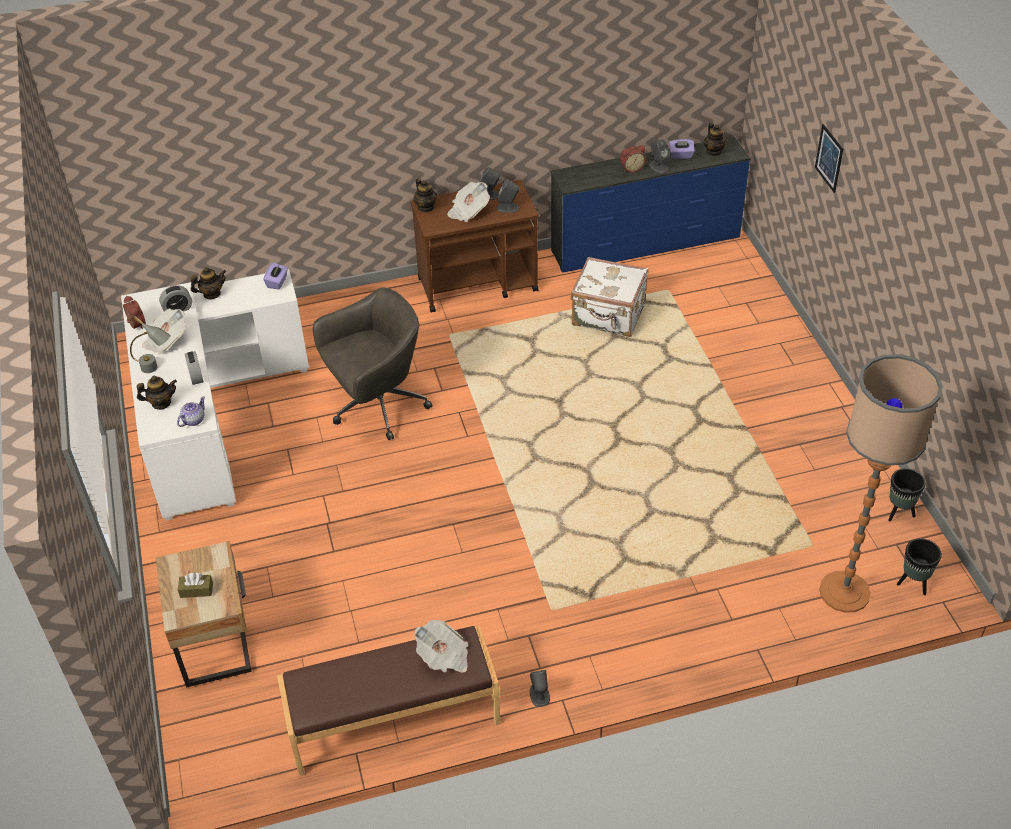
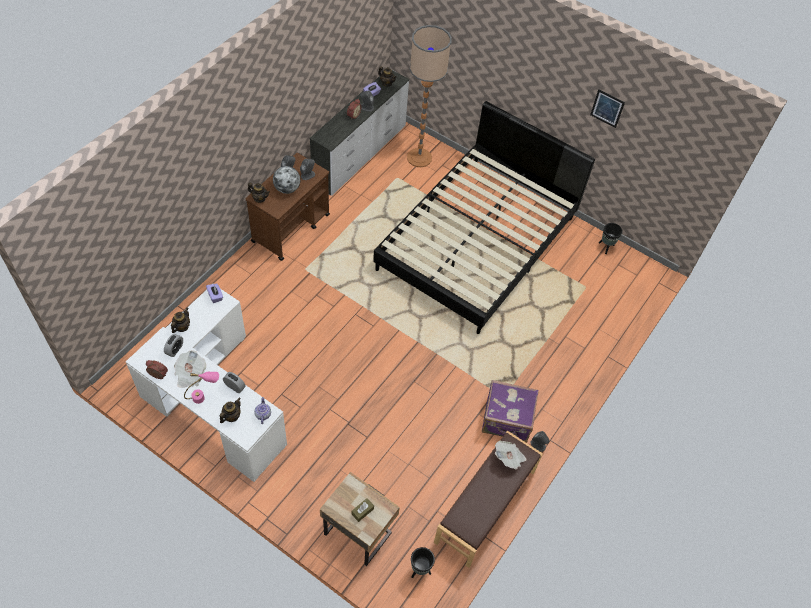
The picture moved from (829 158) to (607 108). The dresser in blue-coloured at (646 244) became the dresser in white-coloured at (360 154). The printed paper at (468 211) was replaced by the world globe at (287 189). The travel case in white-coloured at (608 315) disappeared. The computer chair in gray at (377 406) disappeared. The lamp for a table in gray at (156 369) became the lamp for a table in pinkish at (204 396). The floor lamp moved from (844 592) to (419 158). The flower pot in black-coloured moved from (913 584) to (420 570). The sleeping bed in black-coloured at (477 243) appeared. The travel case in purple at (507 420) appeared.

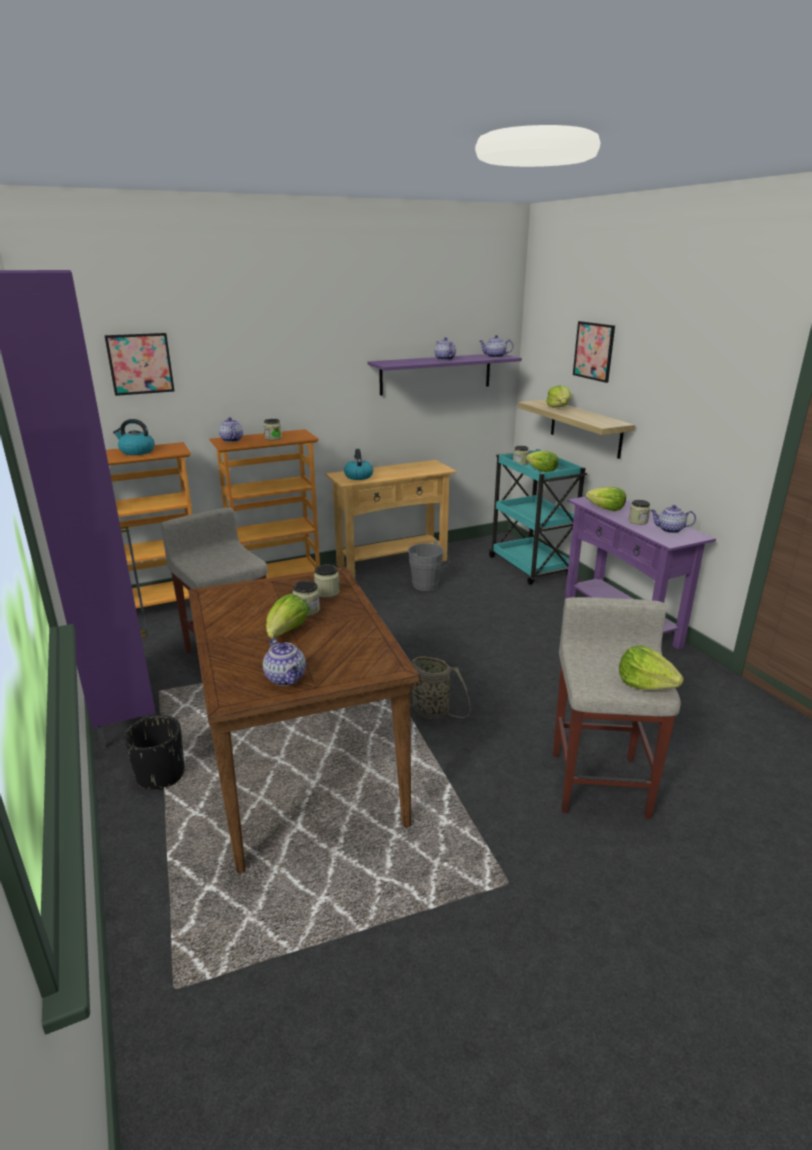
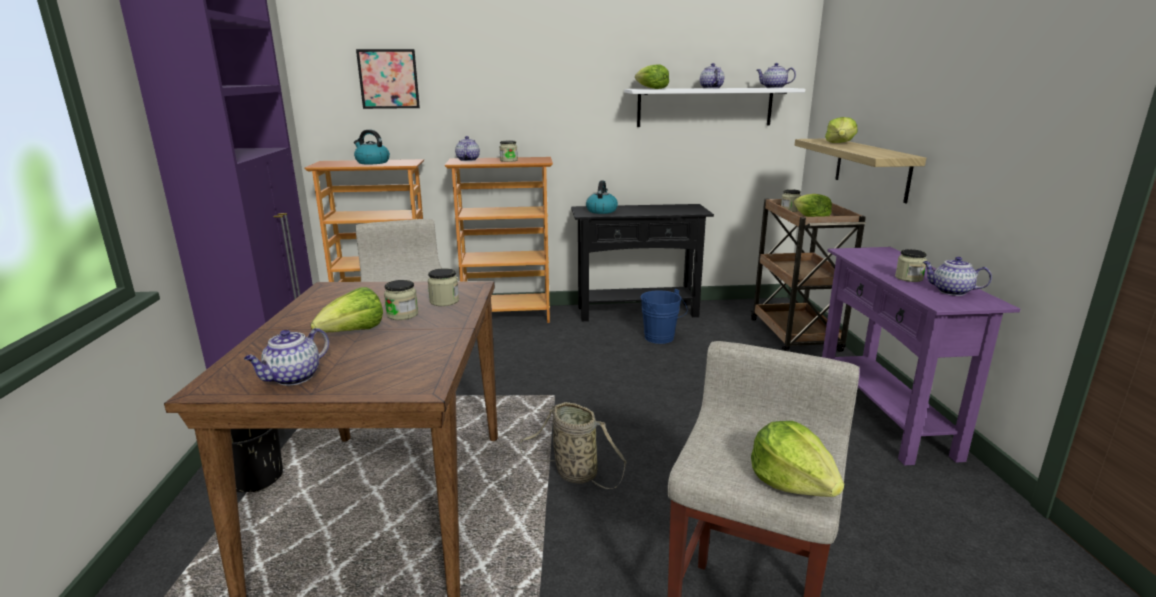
The picture at (593 351) disappeared. The bracket shelf in purple at (436 374) became the bracket shelf in white-coloured at (704 107). The wheeled cart in blue-green at (531 567) became the wheeled cart in brownish at (795 336). The console table in beige-coloured at (392 562) became the console table in black-coloured at (637 311). The head of lettuce moved from (606 509) to (651 89). The pail in gray at (428 586) became the pail in blue-coloured at (661 339). The pot for tea at (286 678) turned 45 degrees clockwise.

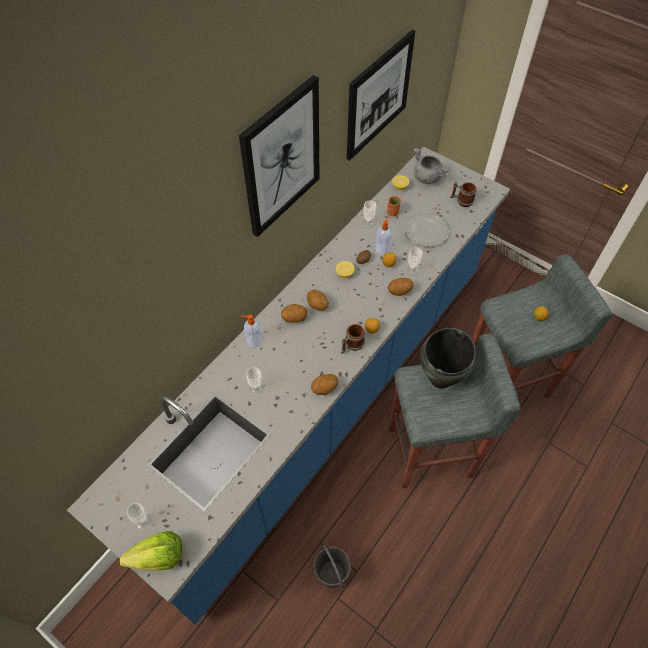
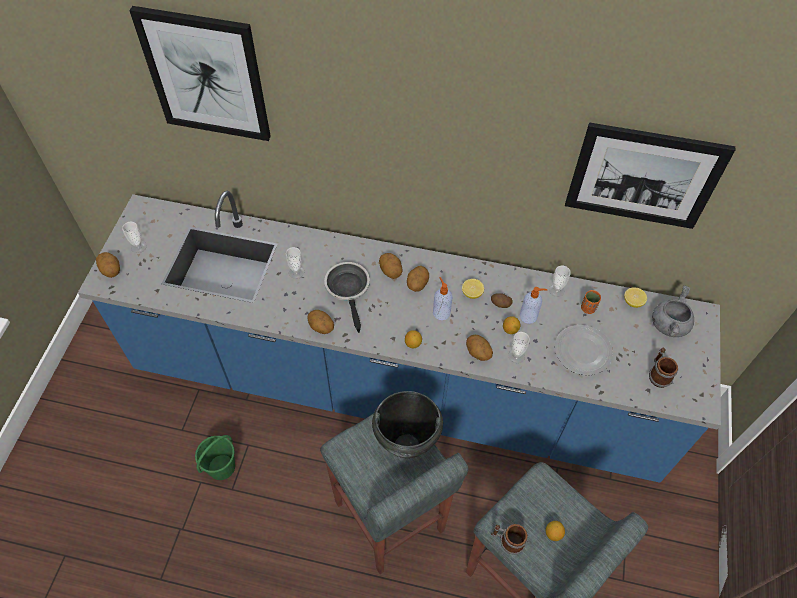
The picture moved from (281 158) to (206 75). The liquid soap bottle moved from (253 340) to (441 312). The coffee mug moved from (351 345) to (507 541). The head of lettuce at (158 557) was replaced by the whole potato at (111 270). The pail in gray at (331 573) became the pail in greenish at (222 467). The skillet at (349 289) appeared.

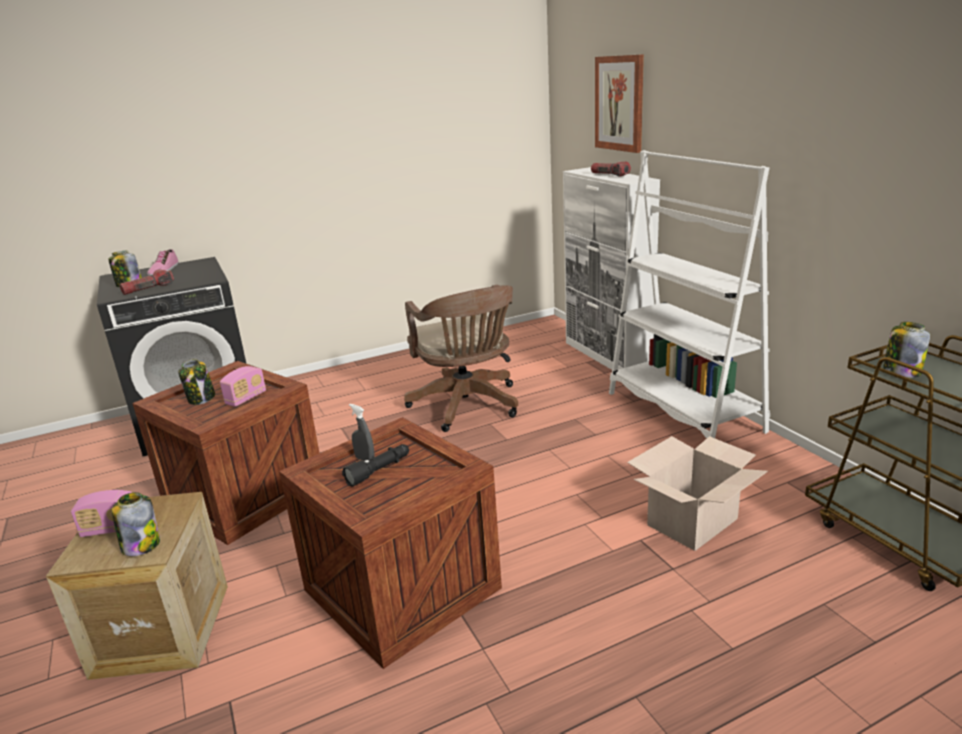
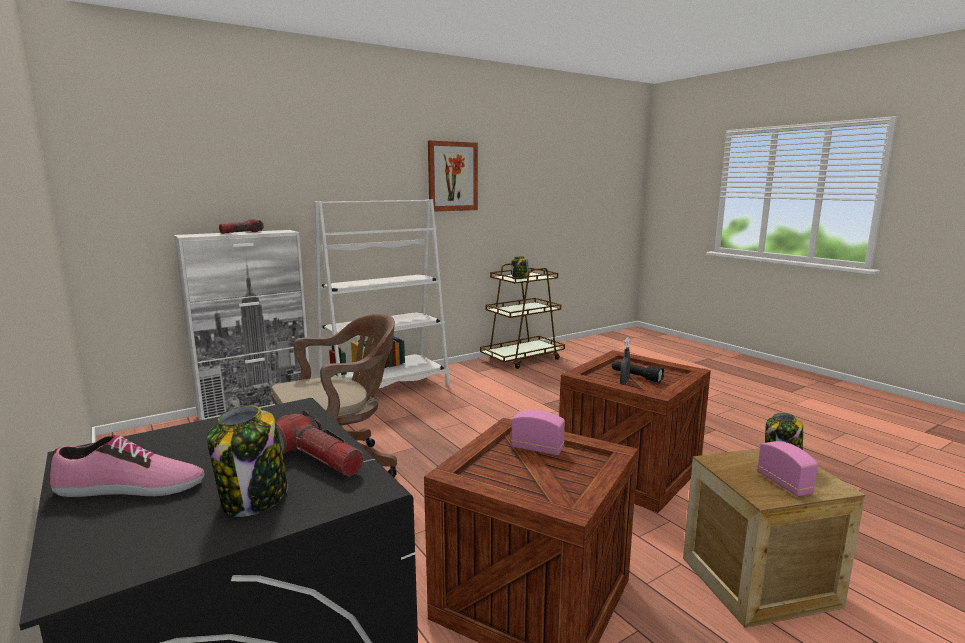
The picture moved from (619 103) to (452 176). The jar at (201 398) disappeared. The packing box at (692 522) disappeared.

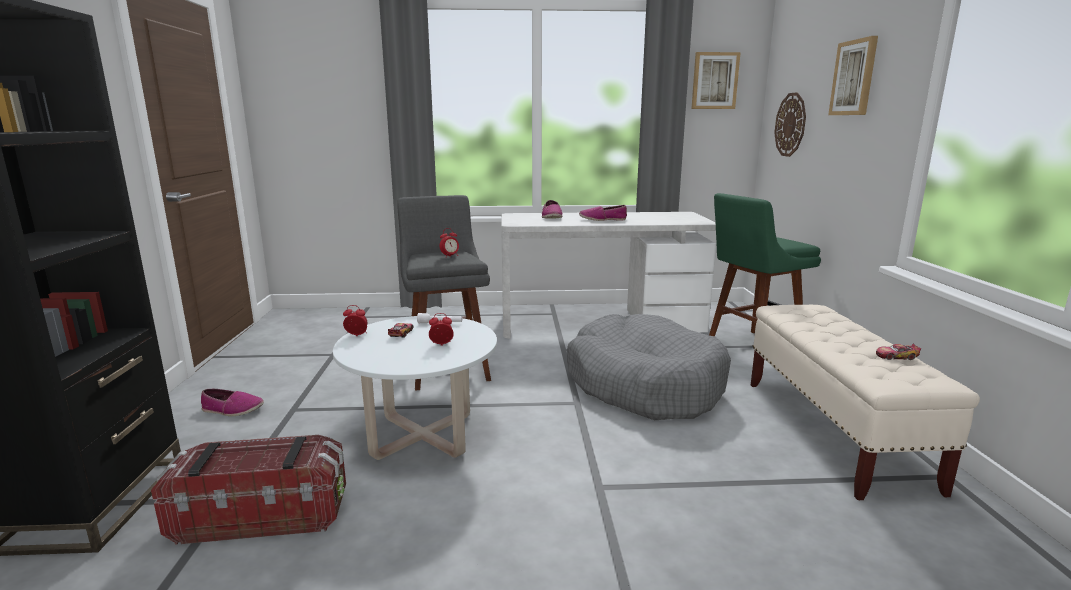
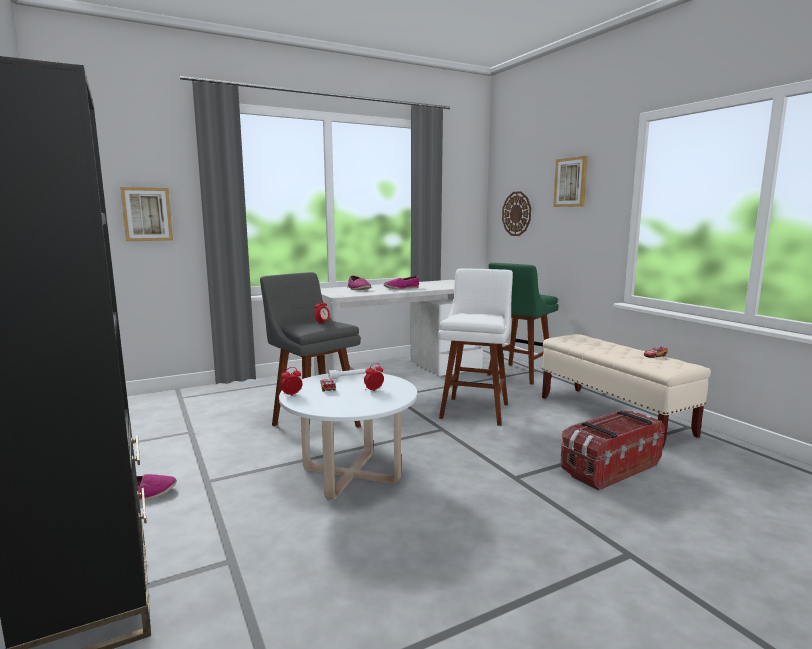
The picture moved from (714 81) to (147 214). The dog bed in gray at (644 385) was replaced by the stool in white-coloured at (475 409). The storage box moved from (262 515) to (609 468).

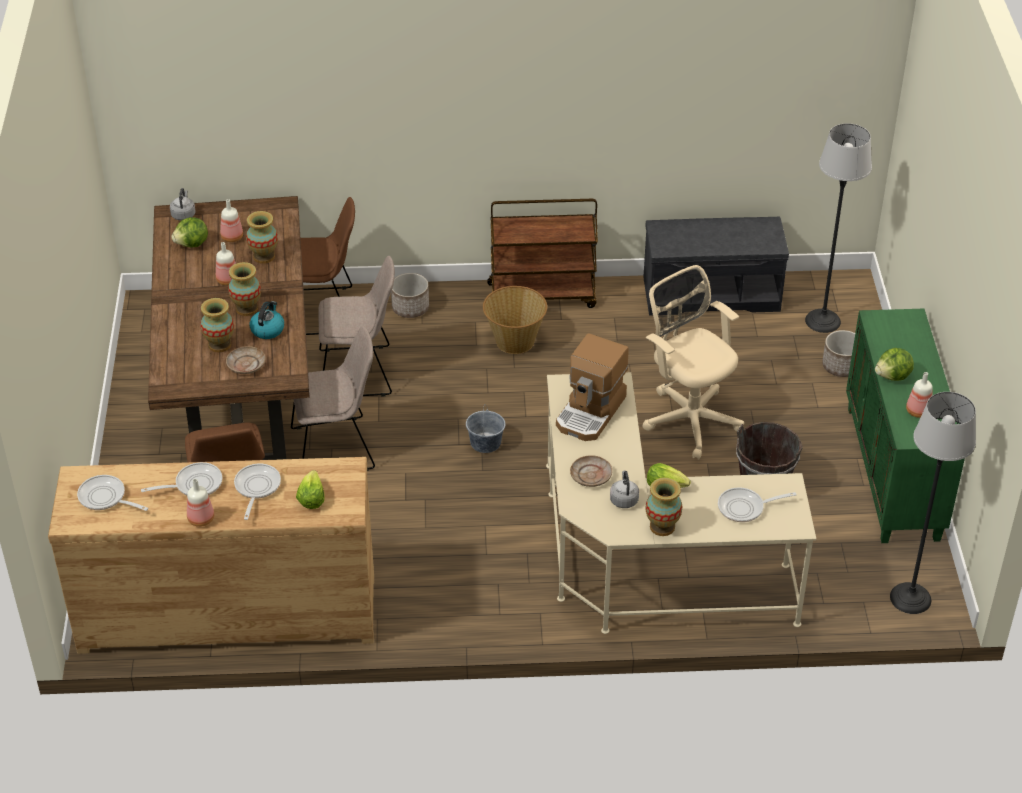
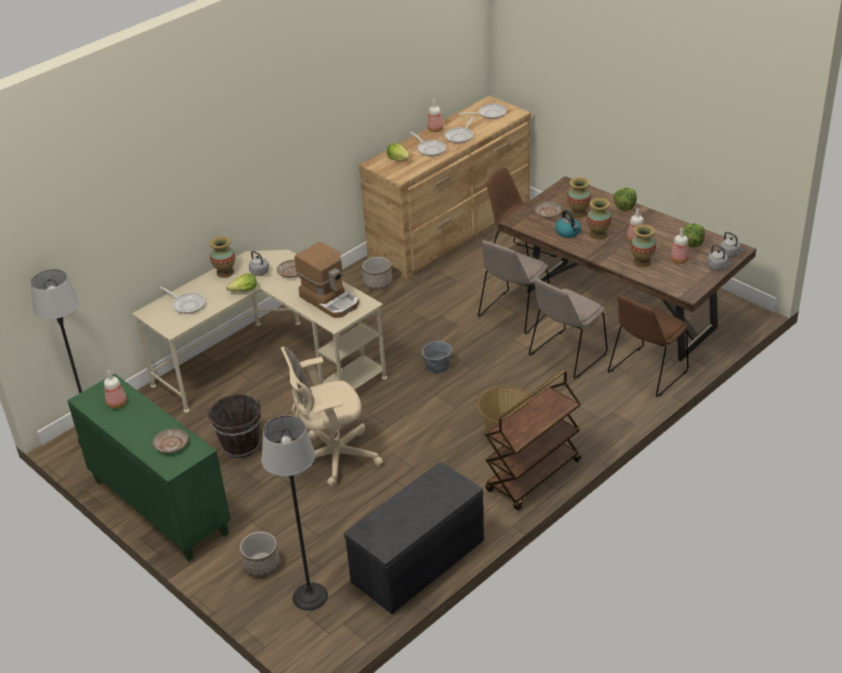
The computer chair in beige-coloured at (689 417) turned 150 degrees clockwise. The flower pot moved from (410 308) to (377 283). The coffee maker at (591 412) turned 150 degrees clockwise. The head of lettuce moved from (893 376) to (624 207). The skillet at (745 508) turned 90 degrees clockwise. The kettle in gray at (718 267) appeared. The plate in beige-coloured at (171 444) appeared.

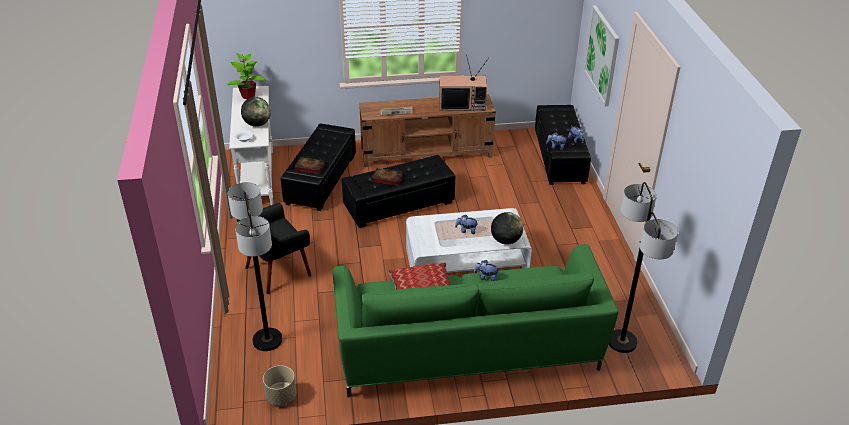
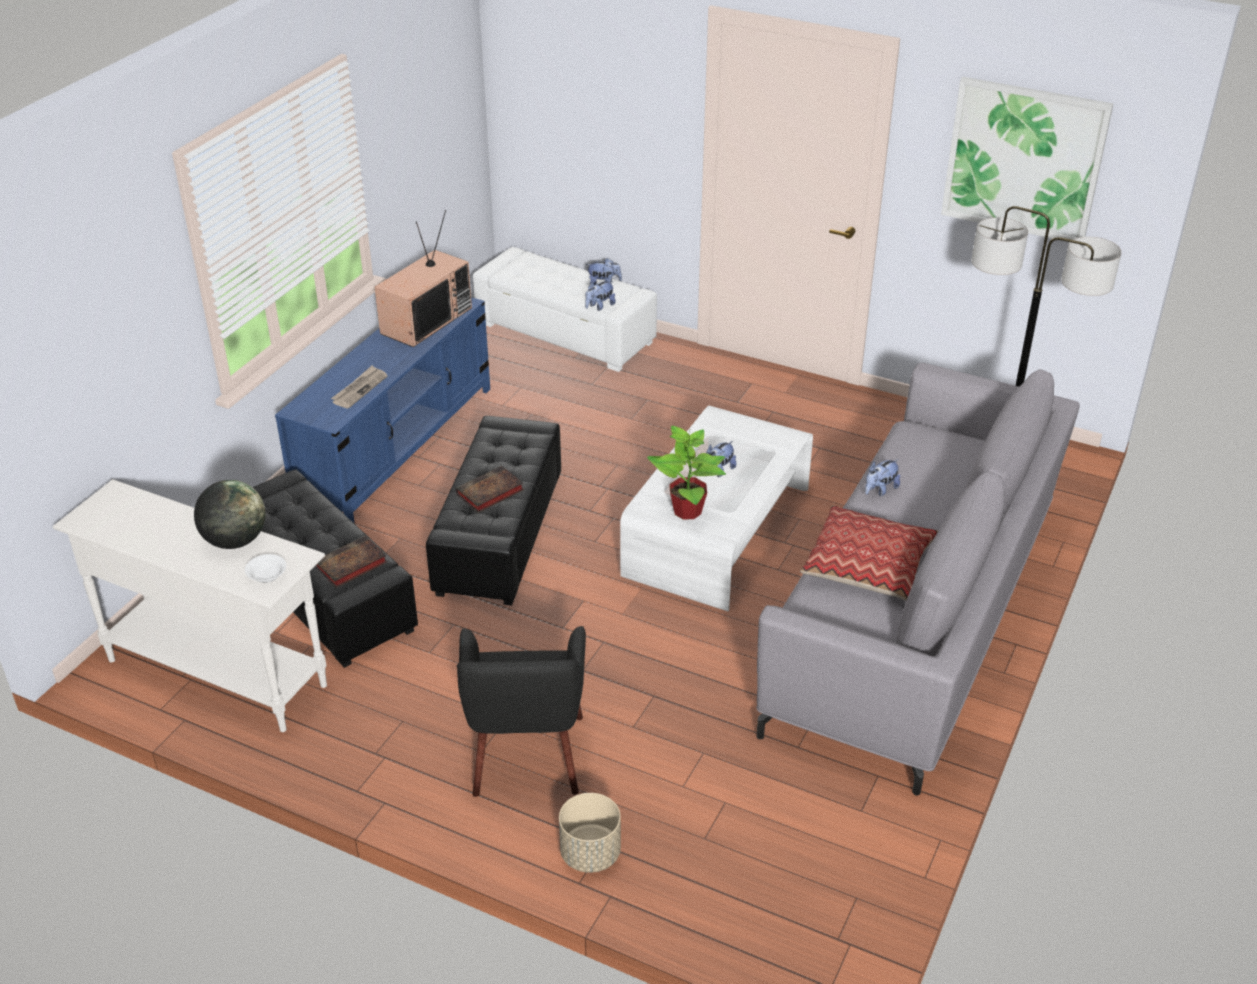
The picture moved from (602 55) to (1024 160). The plant in a pot moved from (248 96) to (688 511). The media console in brownish at (427 153) became the media console in blue-coloured at (397 444). The ottoman in black-coloured at (559 157) became the ottoman in white-coloured at (565 333). The floor lamp at (267 340) disappeared. The world globe at (505 241) disappeared. The settee in greenish at (467 351) became the settee in gray at (914 619). The flower pot in beige-coloured moved from (281 397) to (591 854).

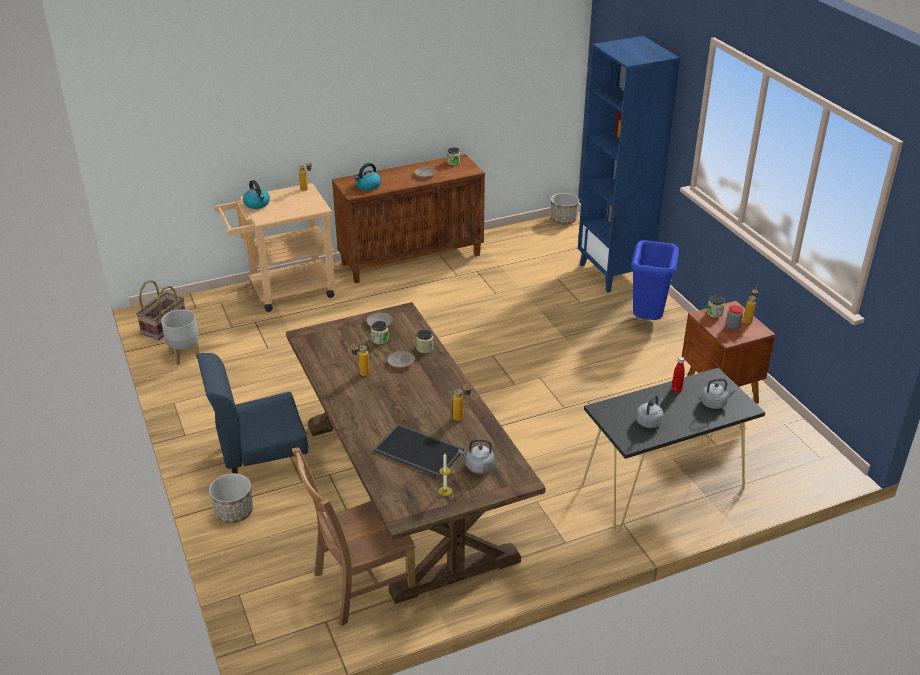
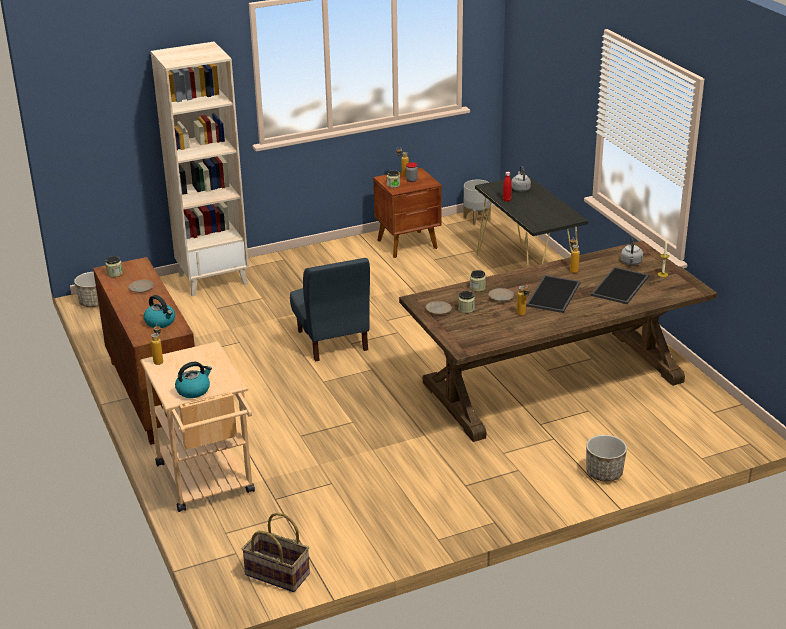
The shelving unit in blue-coloured at (614 273) became the shelving unit in beige-coloured at (213 279). The waste bin in blue-coloured at (647 321) disappeared. The flower pot in gray moved from (185 355) to (477 219). The chair in blue-coloured moved from (261 459) to (332 340). The kettle in gray at (649 421) disappeared. The chair in brownish at (360 586) disappeared. The serving tray at (554 295) appeared.

